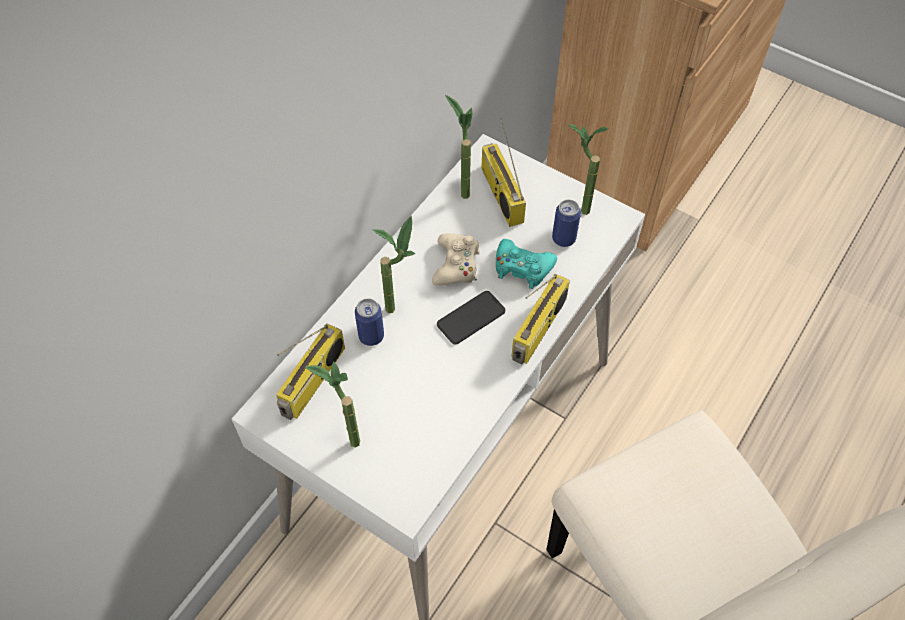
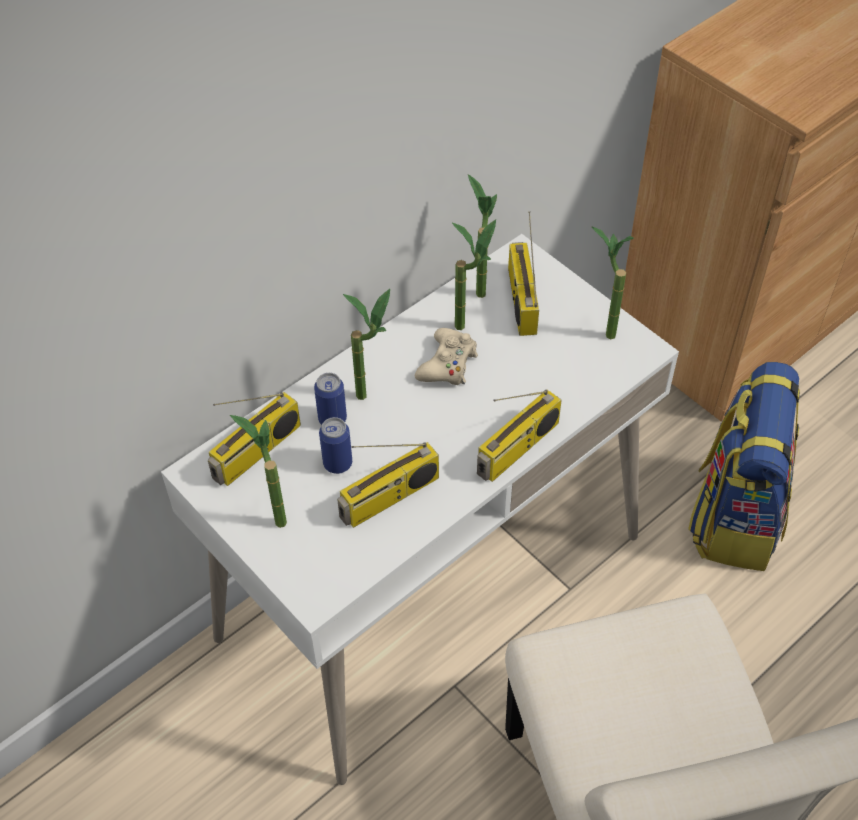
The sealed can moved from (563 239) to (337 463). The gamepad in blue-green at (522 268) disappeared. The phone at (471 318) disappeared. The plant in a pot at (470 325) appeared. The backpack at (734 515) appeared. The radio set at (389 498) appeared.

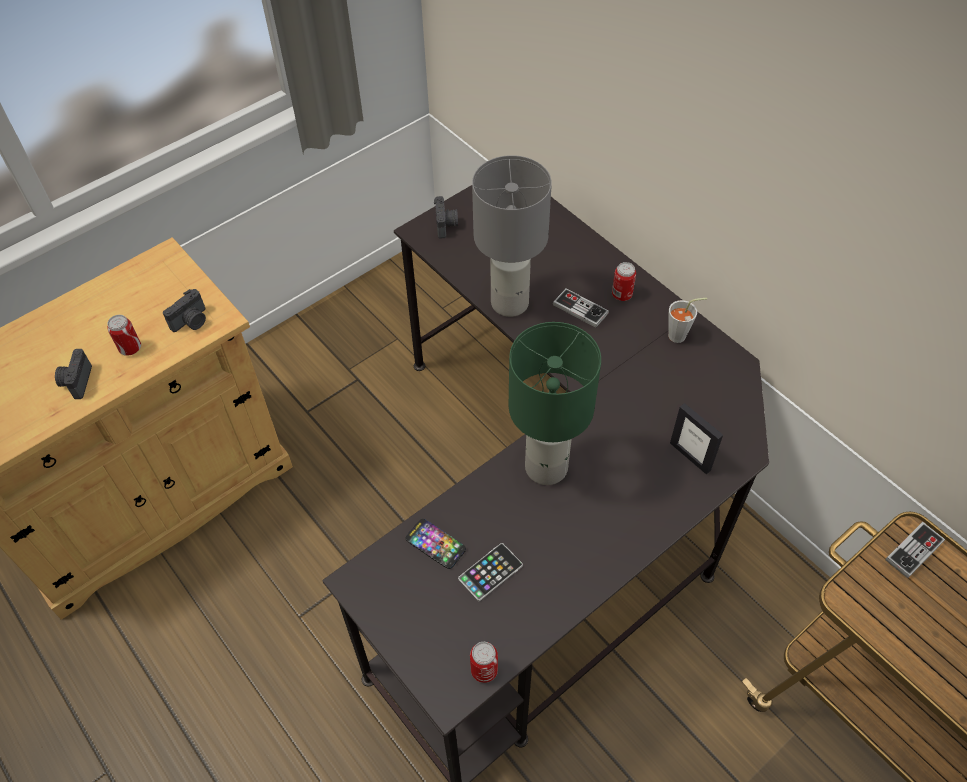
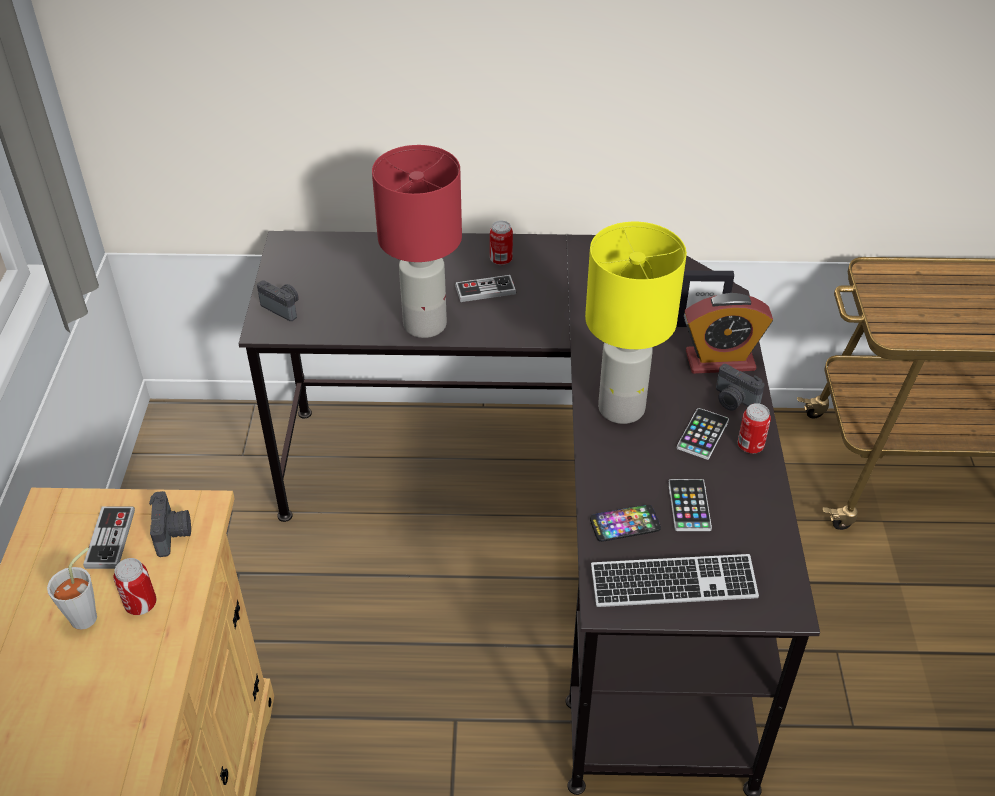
The lamp for a table in gray at (510 302) became the lamp for a table in red at (424 323). The drinking cup in gray moved from (681 335) to (89 614). The lamp for a table in greenish at (547 467) became the lamp for a table in yellow at (622 407). The still camera moved from (76 381) to (733 401). The gamepad moved from (914 550) to (110 539). The sealed can moved from (484 670) to (750 446). The bedside clock at (720 361) appeared. The phone at (702 434) appeared. The computer keyboard at (673 583) appeared.

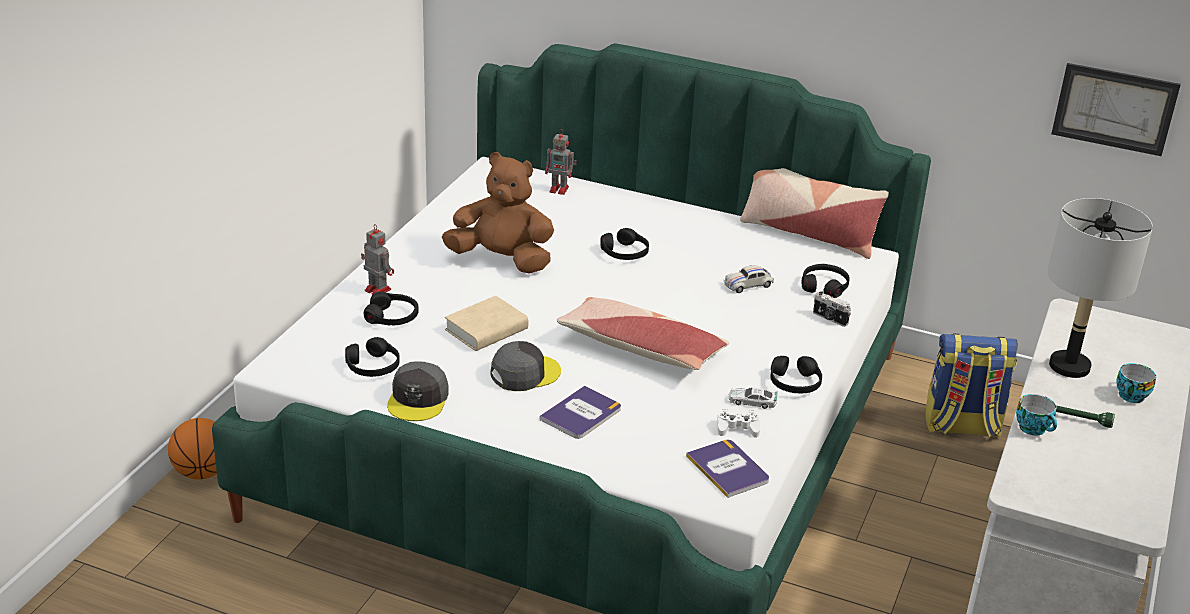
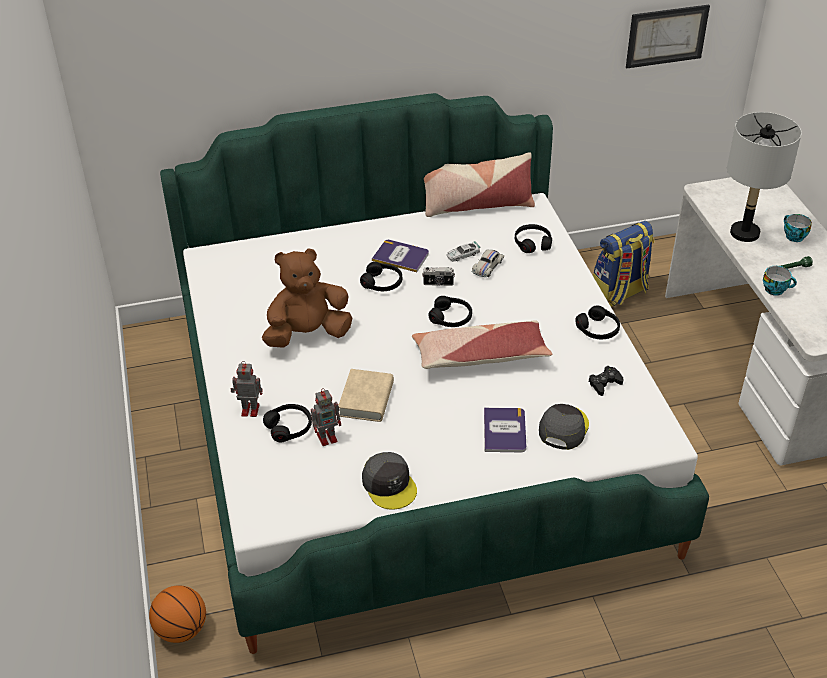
The model robot moved from (560 189) to (328 437). The still camera moved from (829 319) to (438 284). The pair of headphones in black-coloured moved from (373 367) to (451 317). The cap in gray moved from (524 373) to (563 428). The miniature car moved from (752 401) to (463 255). The gamepad in white-coloured at (737 428) became the gamepad in black-coloured at (604 383). The book moved from (728 469) to (401 256).

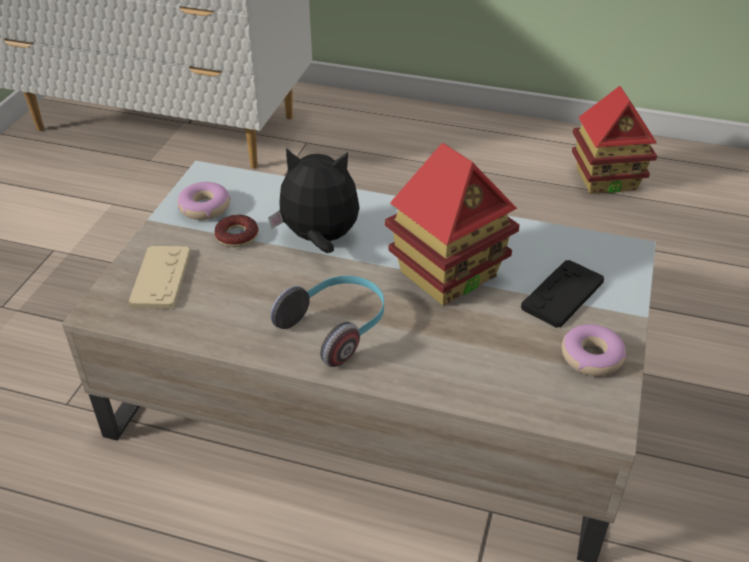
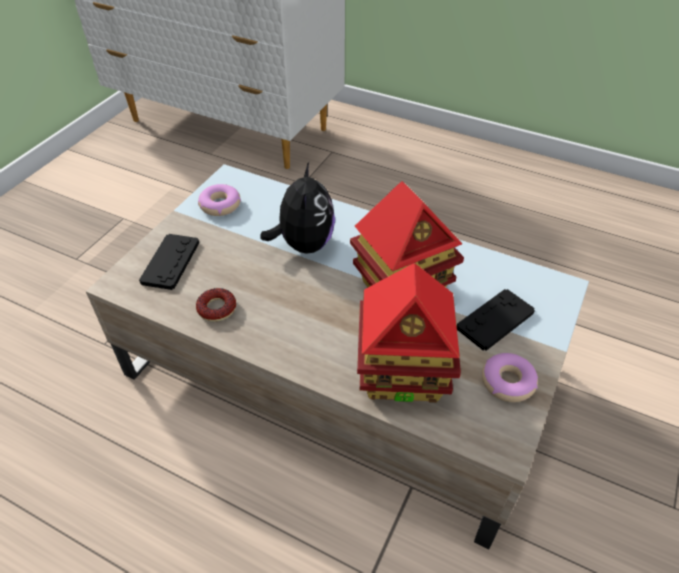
The toy house moved from (606 179) to (403 374). The soft toy at (319 239) turned 75 degrees clockwise. The donut moved from (237 236) to (217 308). The gamepad in beige-coloured at (161 278) became the gamepad in black-coloured at (170 262). The pair of headphones at (336 328) disappeared.

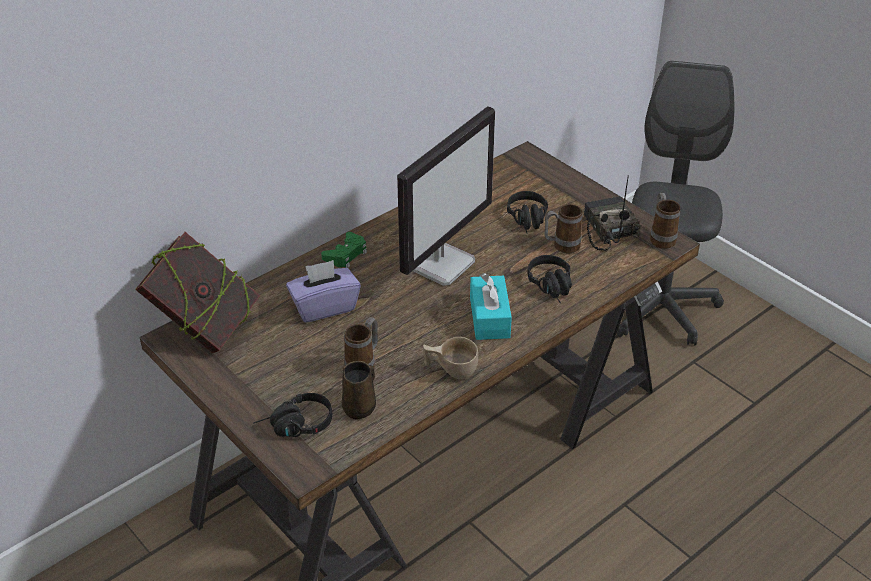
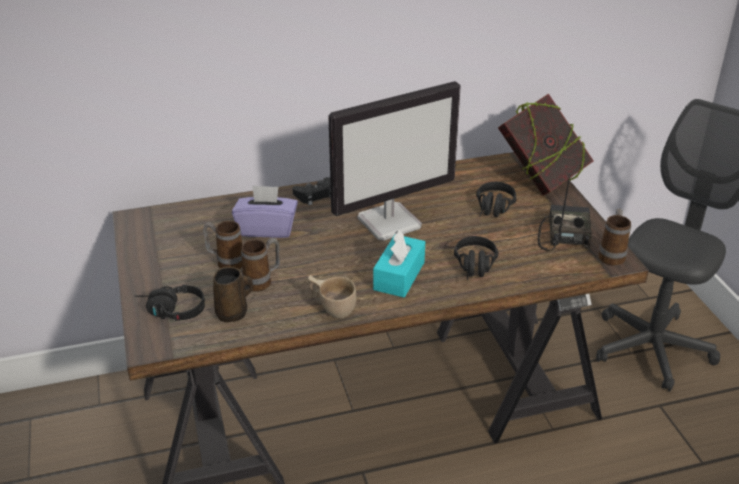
The coffee mug moved from (561 246) to (226 263). The book moved from (205 329) to (541 179). The gamepad in greenish at (346 255) became the gamepad in black-coloured at (316 195).

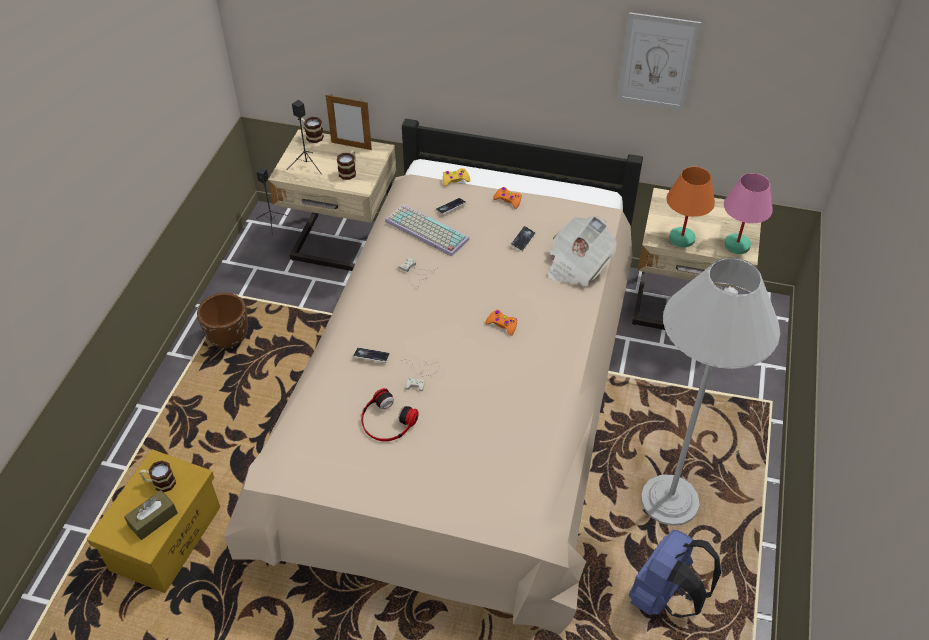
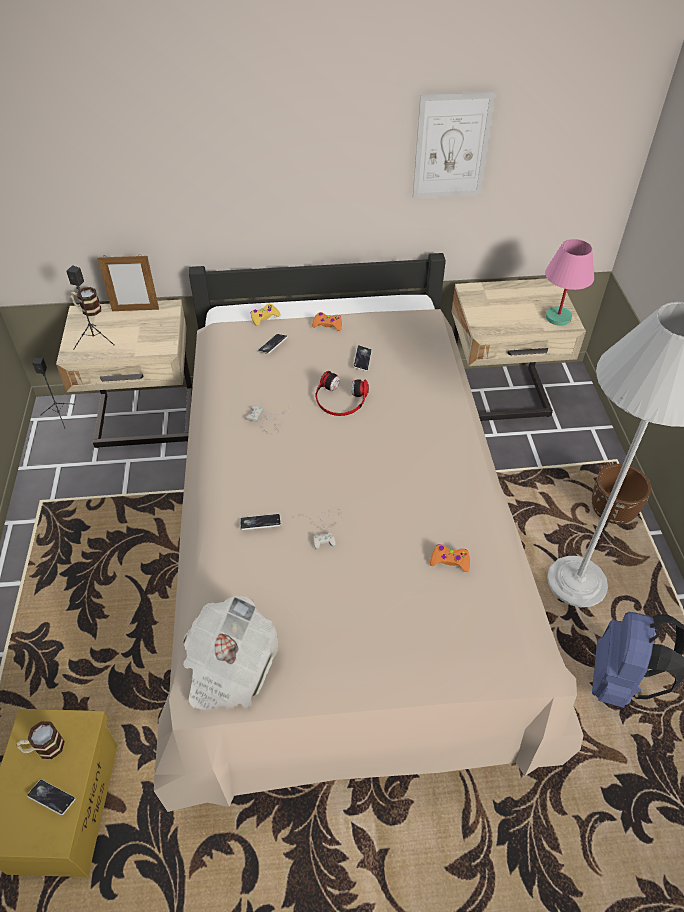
The coffee mug at (349 171) disappeared. The lamp for a table in orangey at (682 238) disappeared. The computer keyboard at (425 231) disappeared. The printed paper moved from (577 265) to (229 668). The flower pot in brownish moved from (228 338) to (610 513). The gamepad in orangey moved from (502 325) to (449 561). The pair of headphones moved from (386 421) to (340 399). The tissue holder in brownish at (153 519) was replaced by the phone at (52 798).

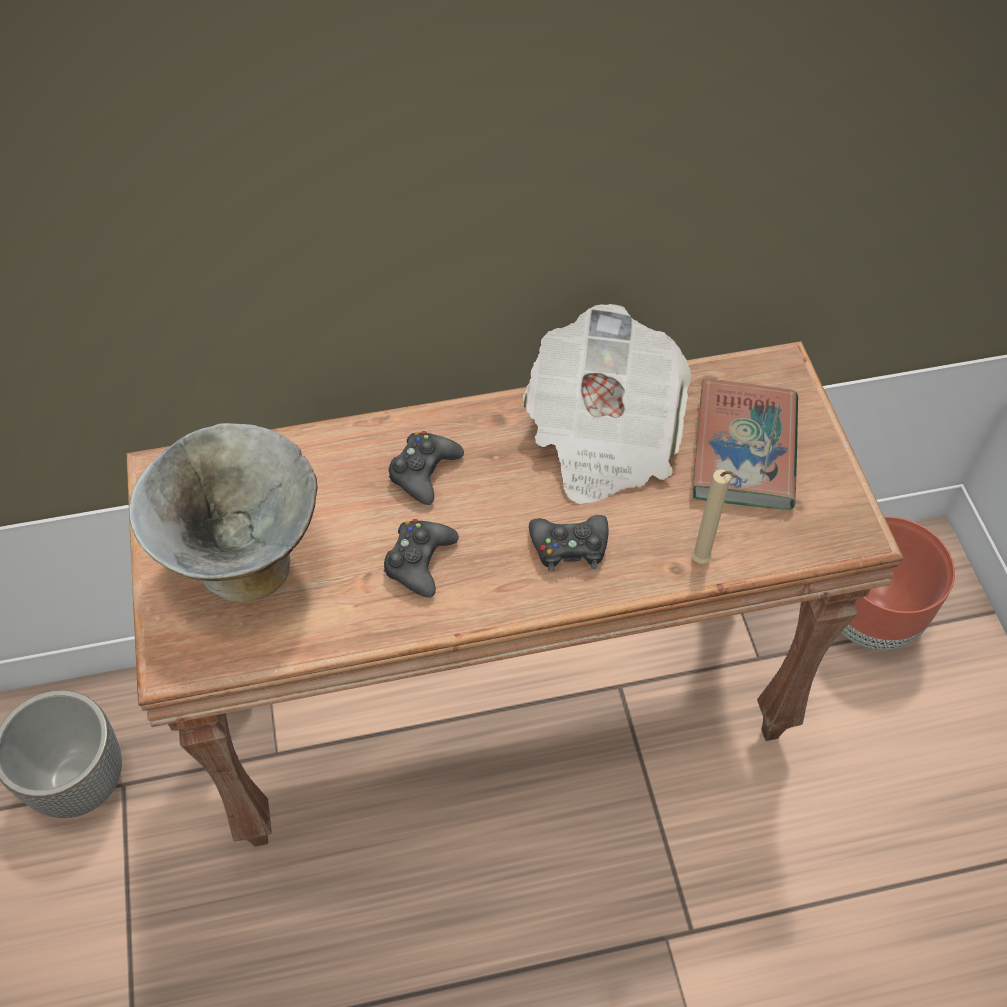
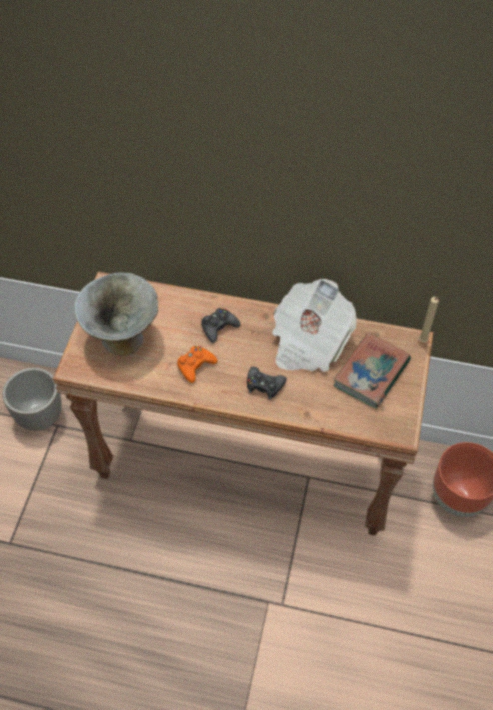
The candle in beige-coloured moved from (702 562) to (423 342). The gamepad in black-coloured at (419 561) became the gamepad in orangey at (195 366).

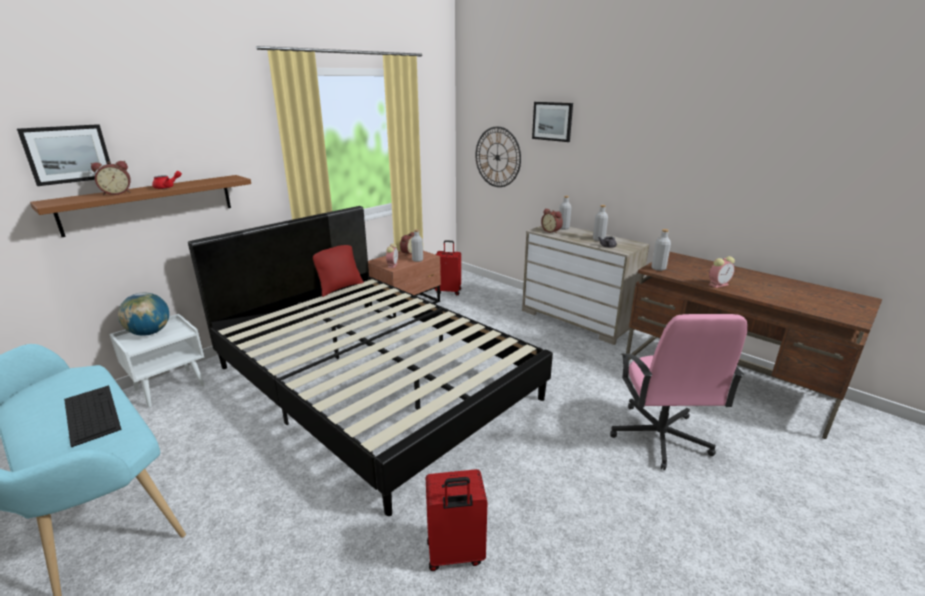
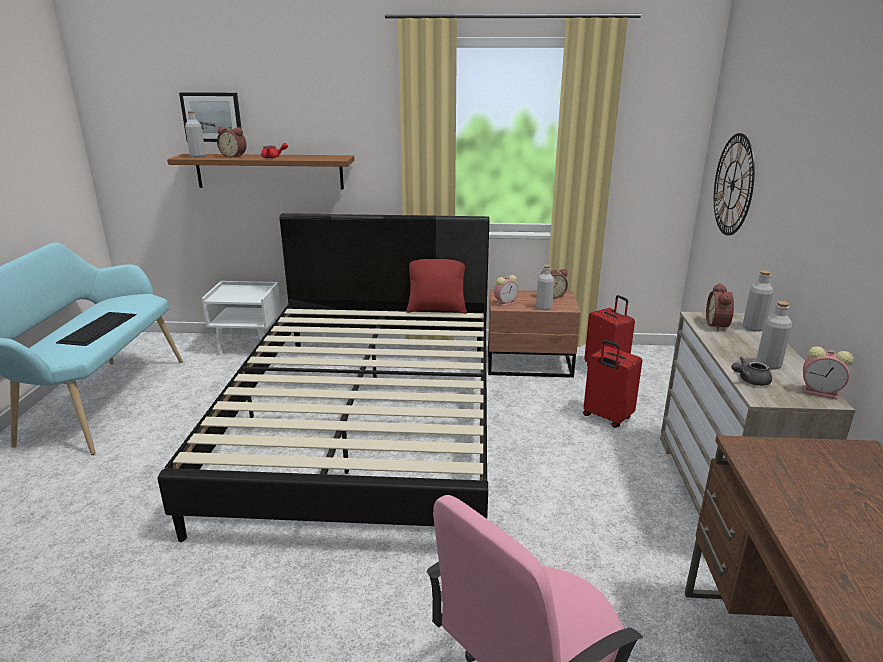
The picture at (552 121) disappeared. The bottle in gray moved from (658 268) to (197 156). The bedside clock moved from (718 284) to (821 392). The world globe at (150 333) disappeared. The travel case in red moved from (455 554) to (606 417).

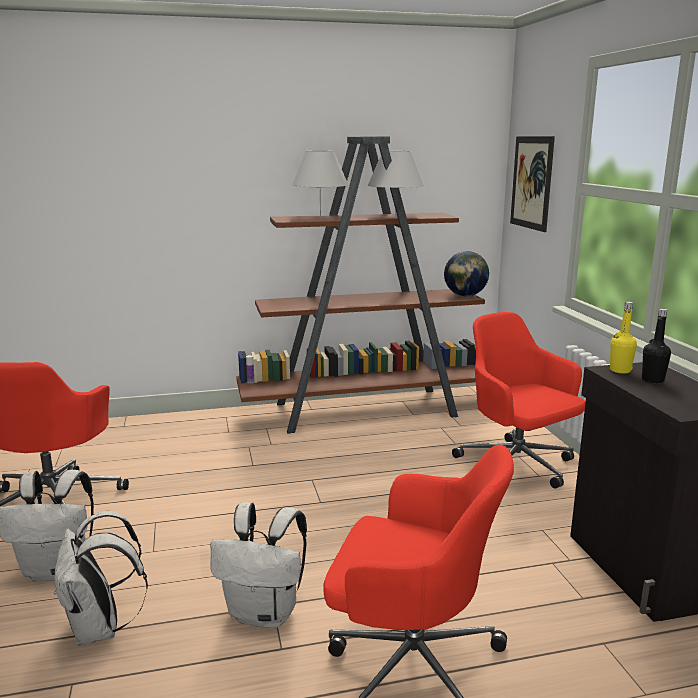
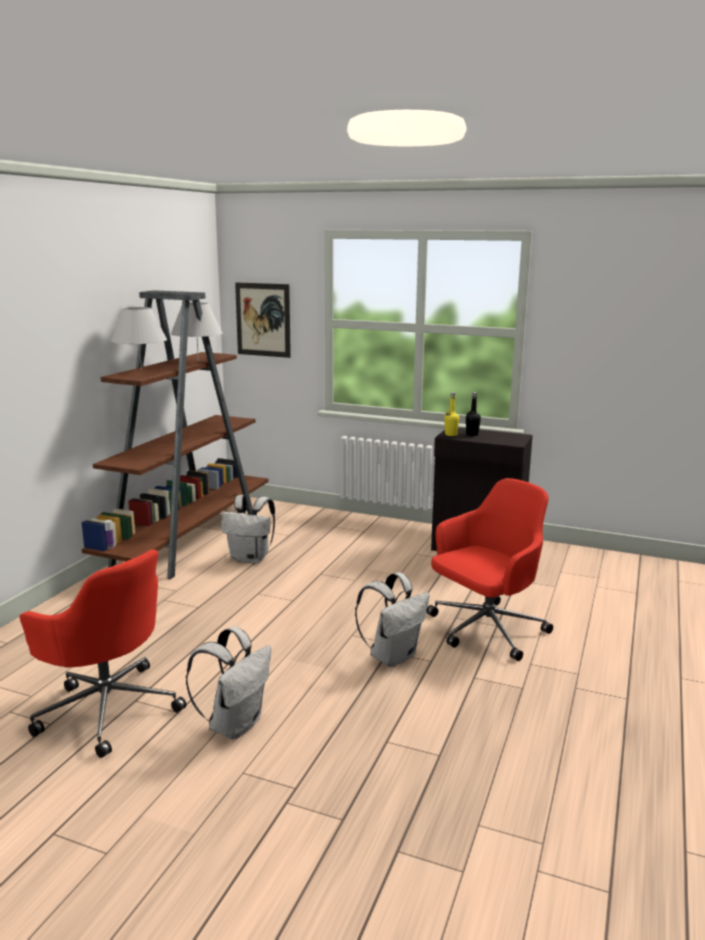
The world globe at (465 296) disappeared. The computer chair in red at (517 467) disappeared. The backpack in white-coloured moved from (100 629) to (251 558).

